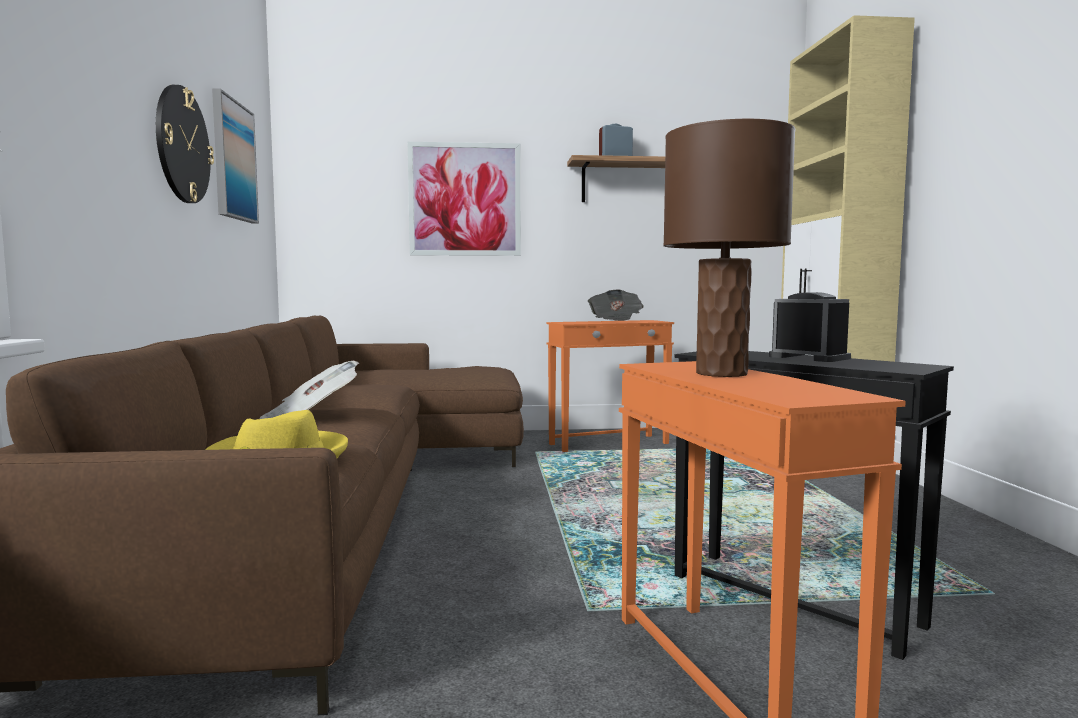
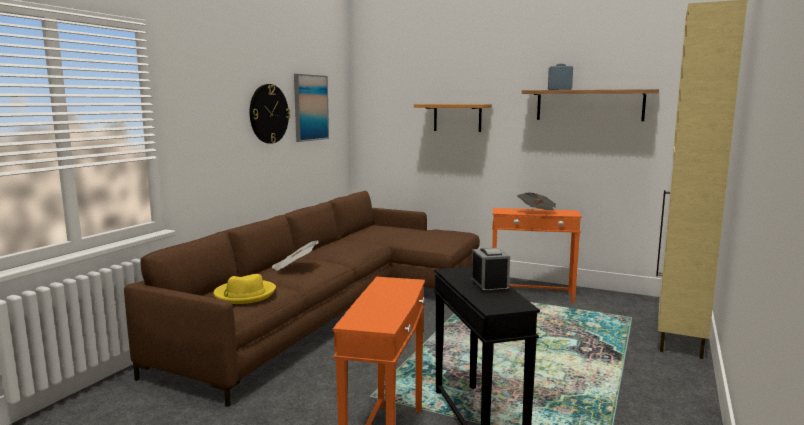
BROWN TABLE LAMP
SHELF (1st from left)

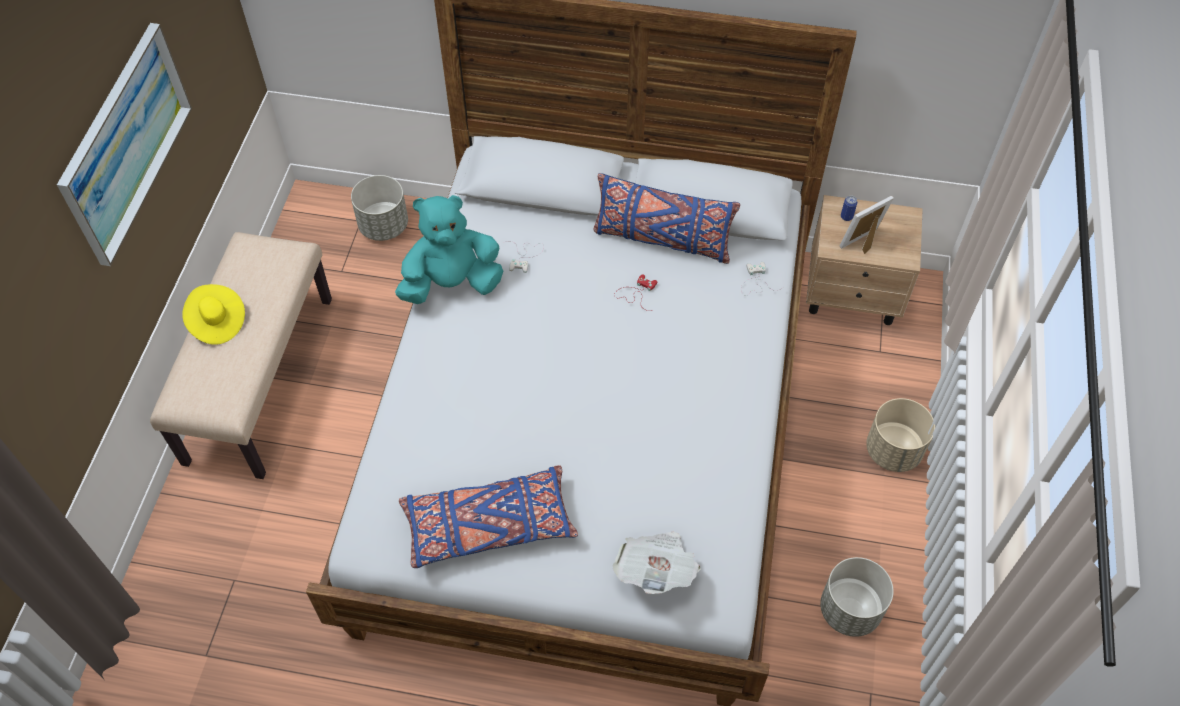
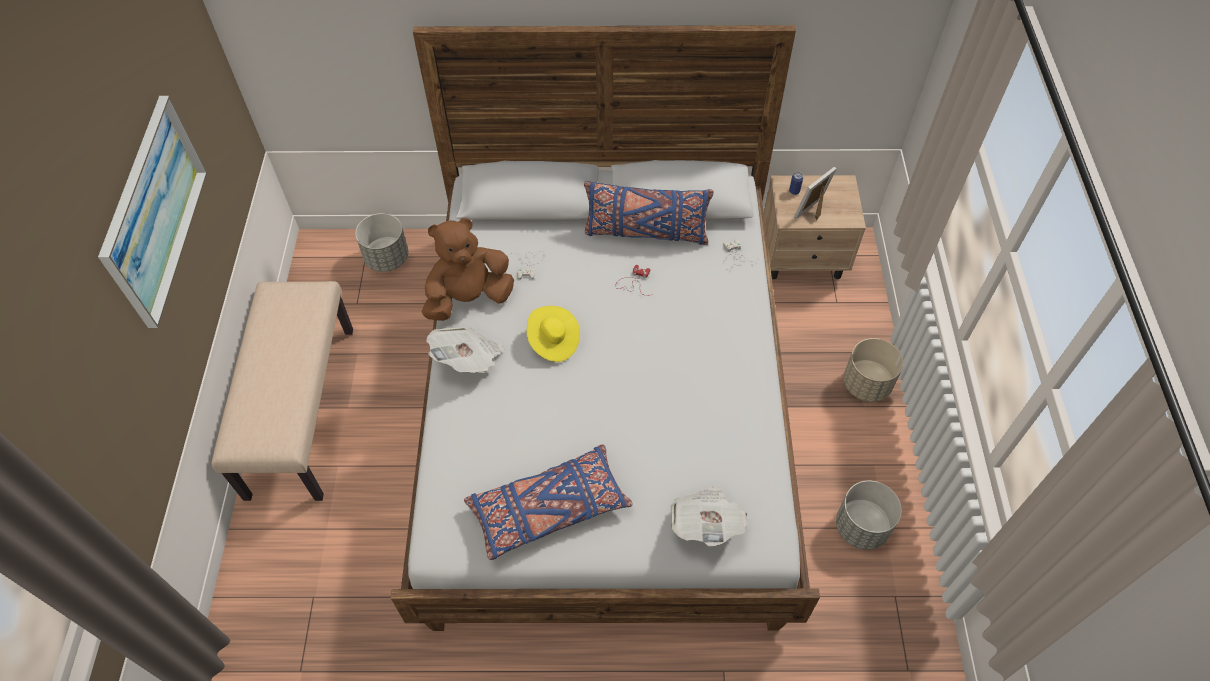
BROWN PLUSH TOY
YELLOW HAT
NEWSPAPER (1st from left)

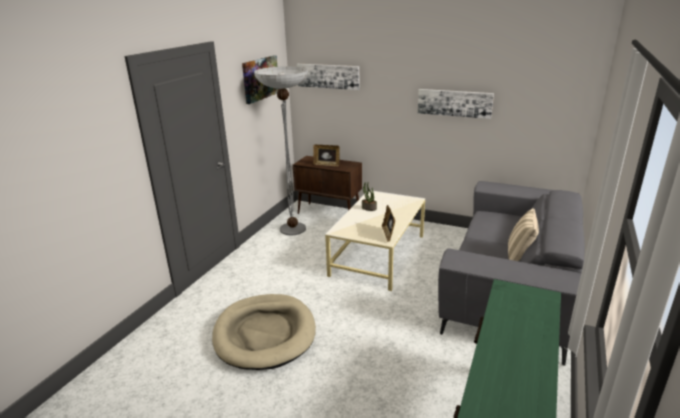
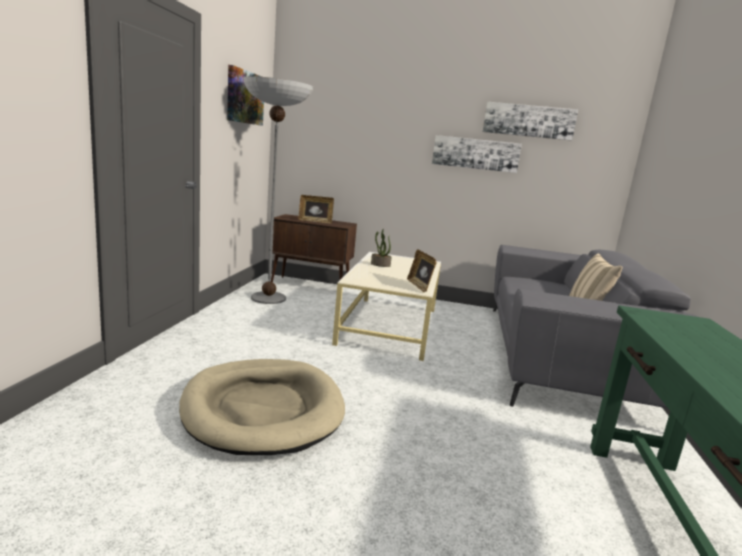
PICTURE (3rd from left)

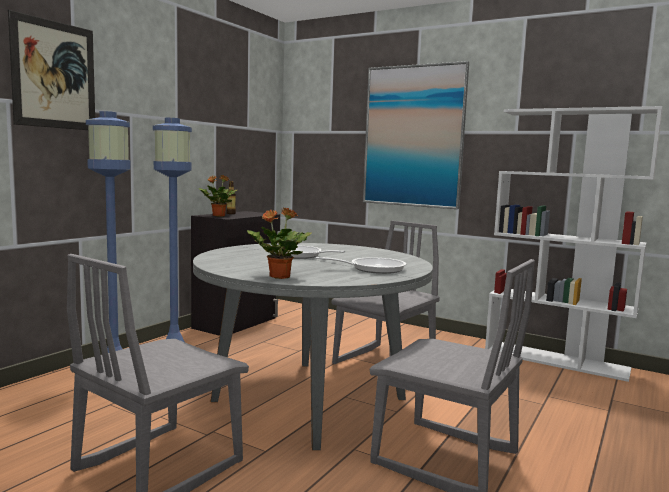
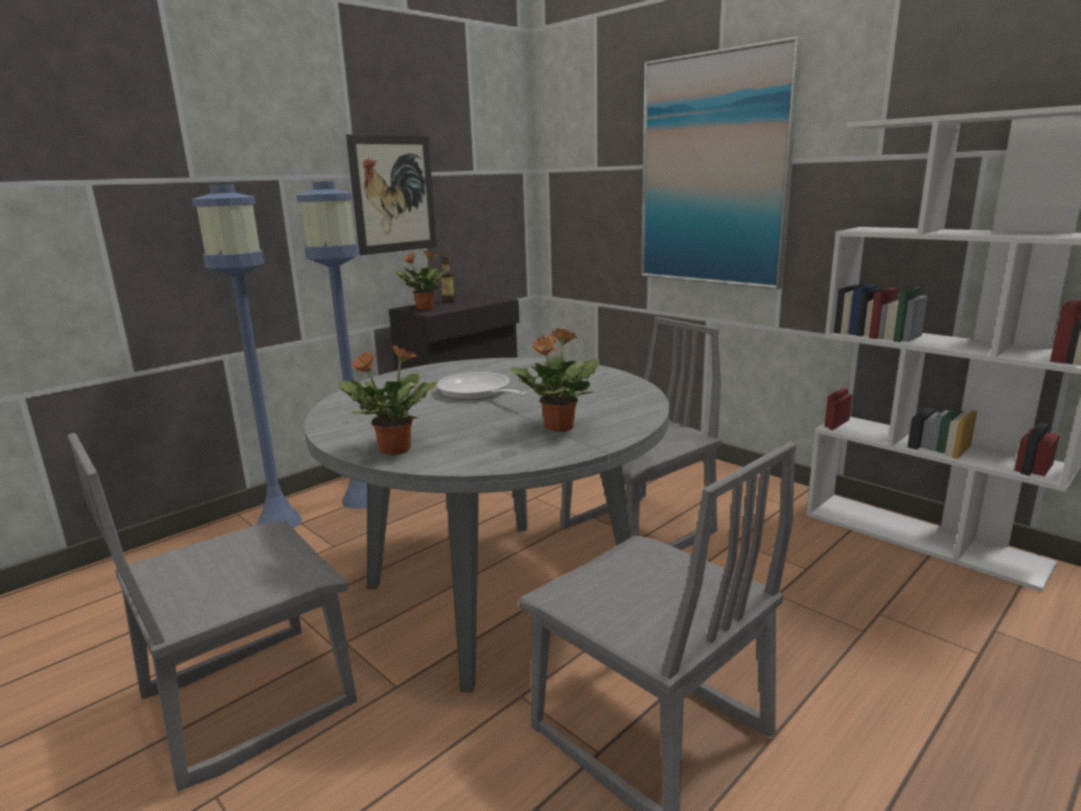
PICTURE (1st from left)
POTTED PLANT (3rd from left)

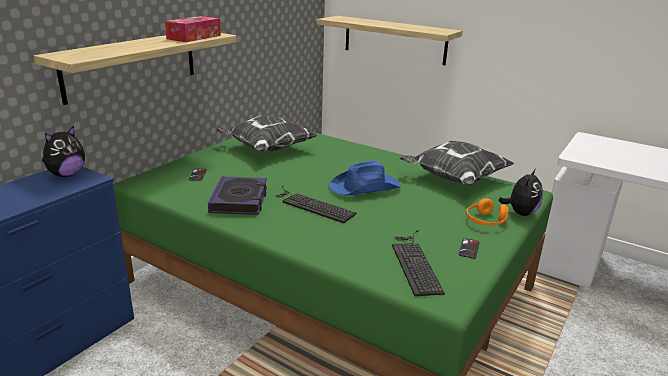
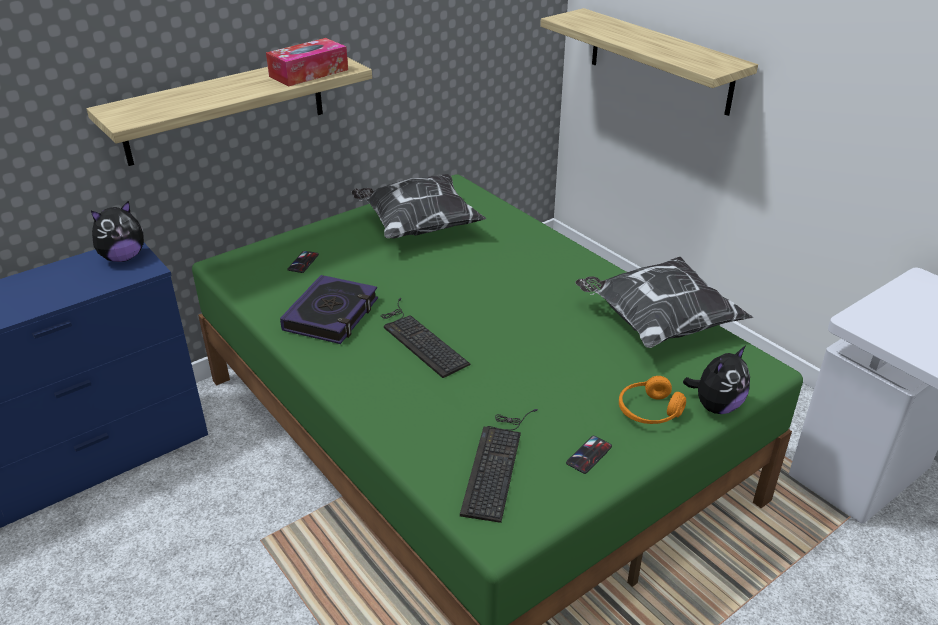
BLUE HAT

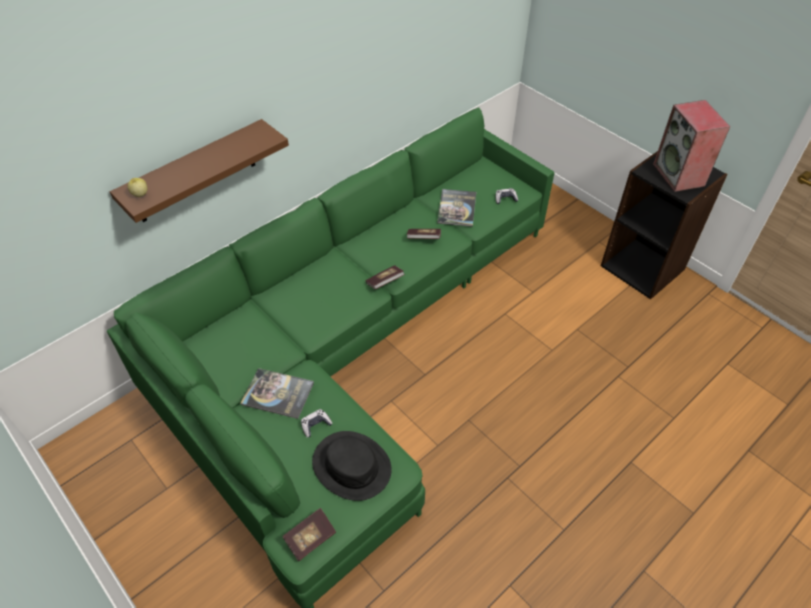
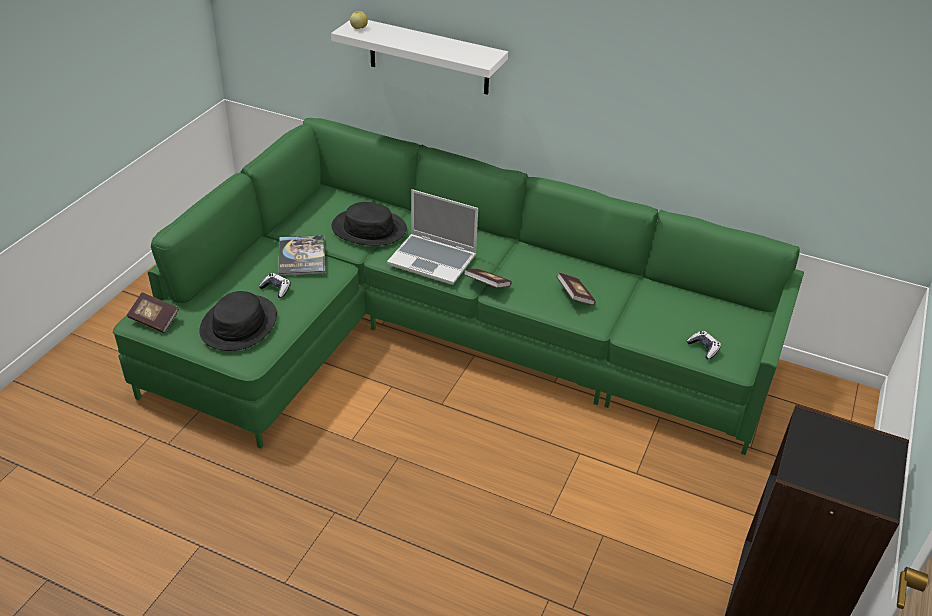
SPEAKER
WHITE SHELF
BOOK (5th from left in the first image)
LAPTOP
BLACK HAT (2nd from left)

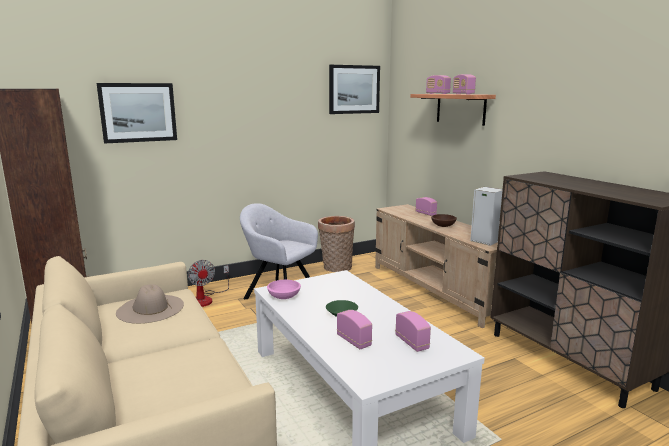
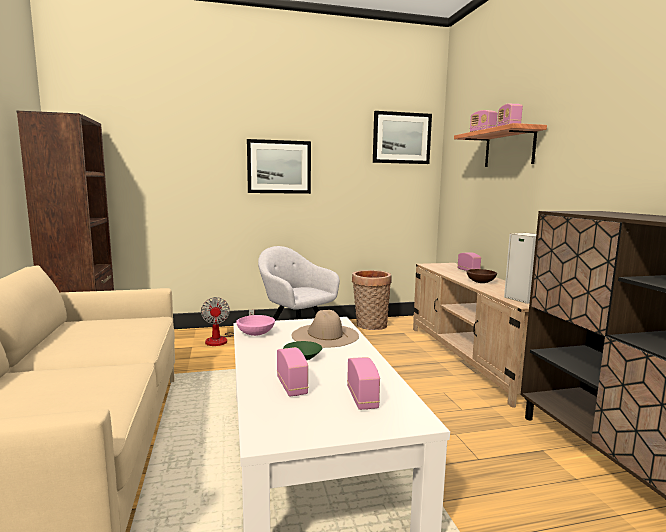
PICTURE (1st from left)
BEIGE HAT

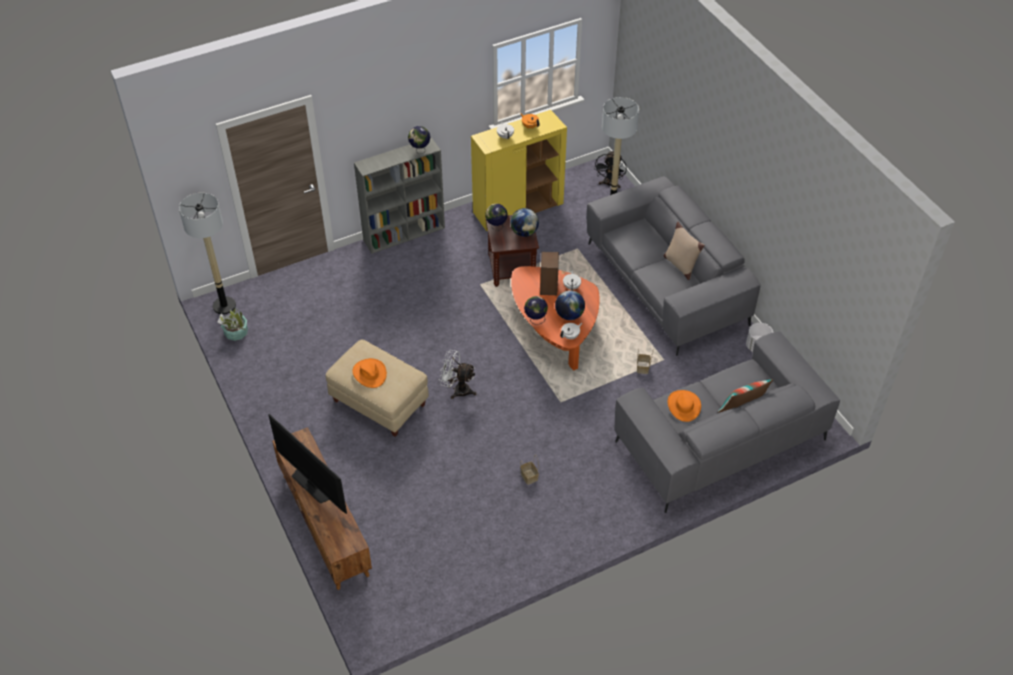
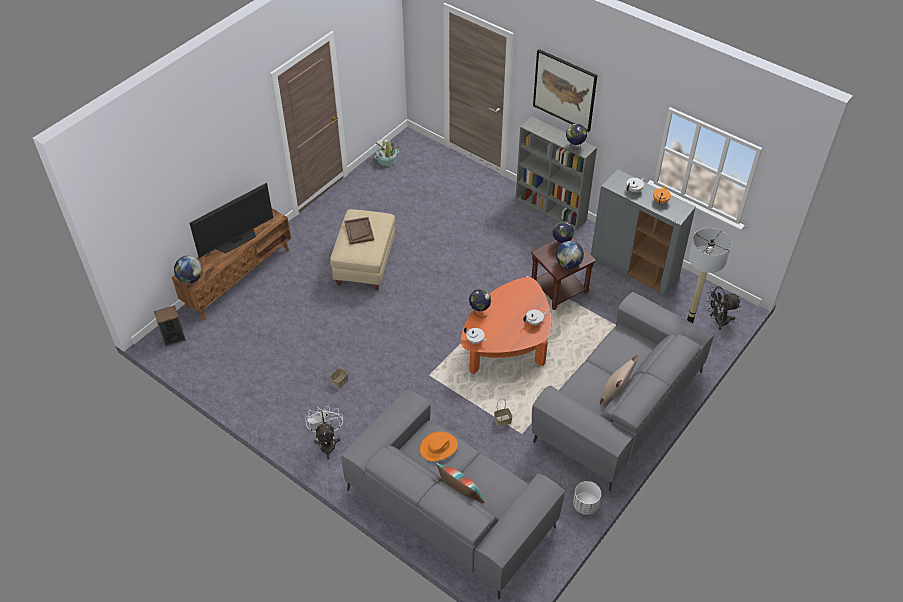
GREY CABINET
FLOOR LAMP (1st from left in the first image)
SPEAKER
GLOBE (1st from left)
WHITE FAN
BROWN TRAY
TELEVISION
PICTURE

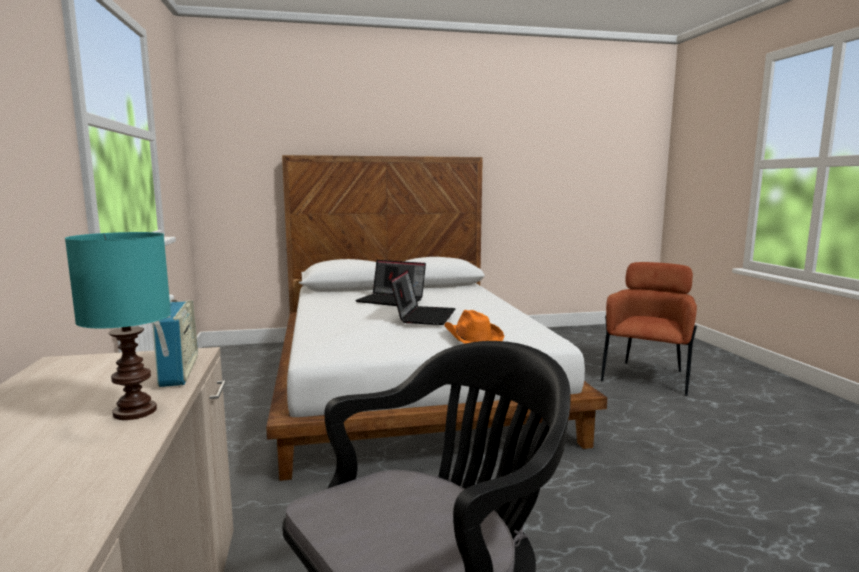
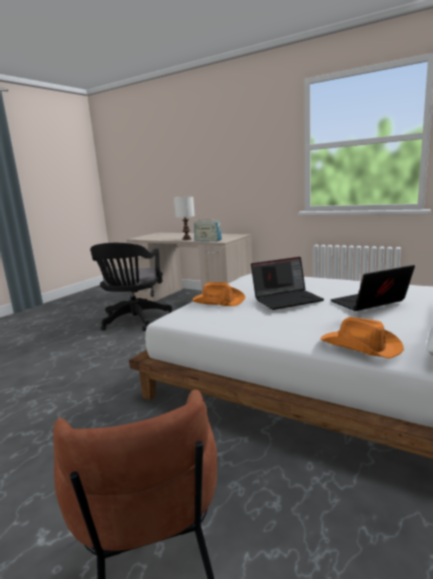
WHITE TABLE LAMP
LAPTOP (1st from left)
ORANGE HAT (2nd from left)

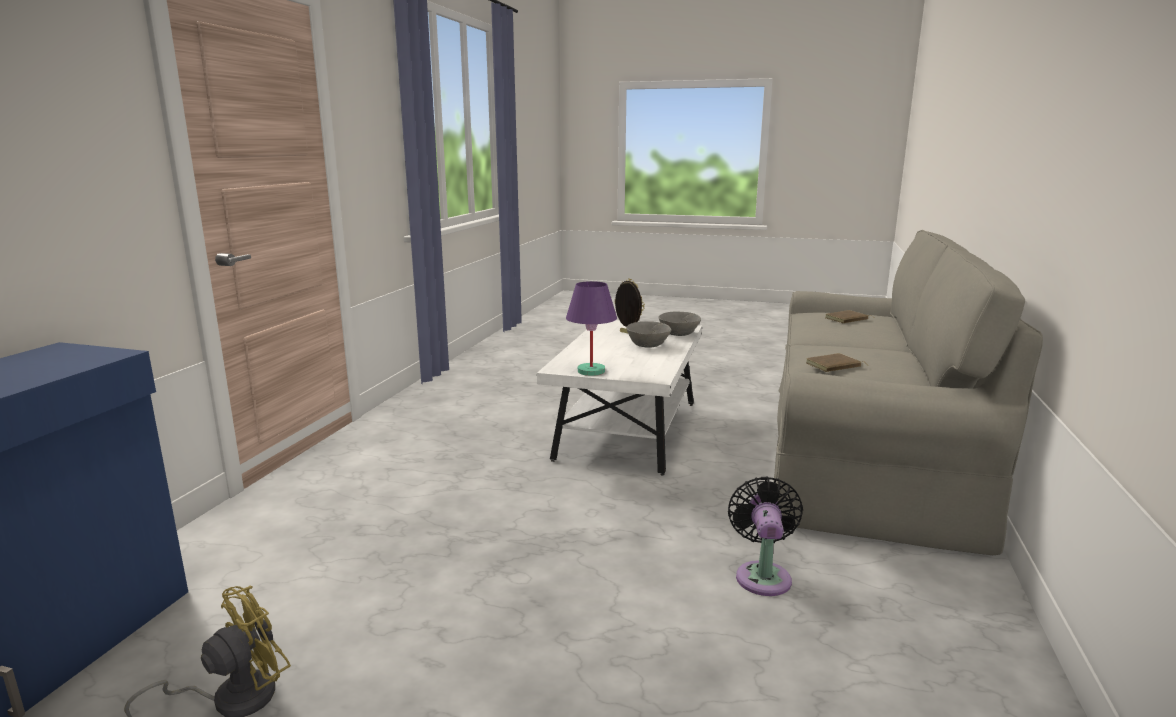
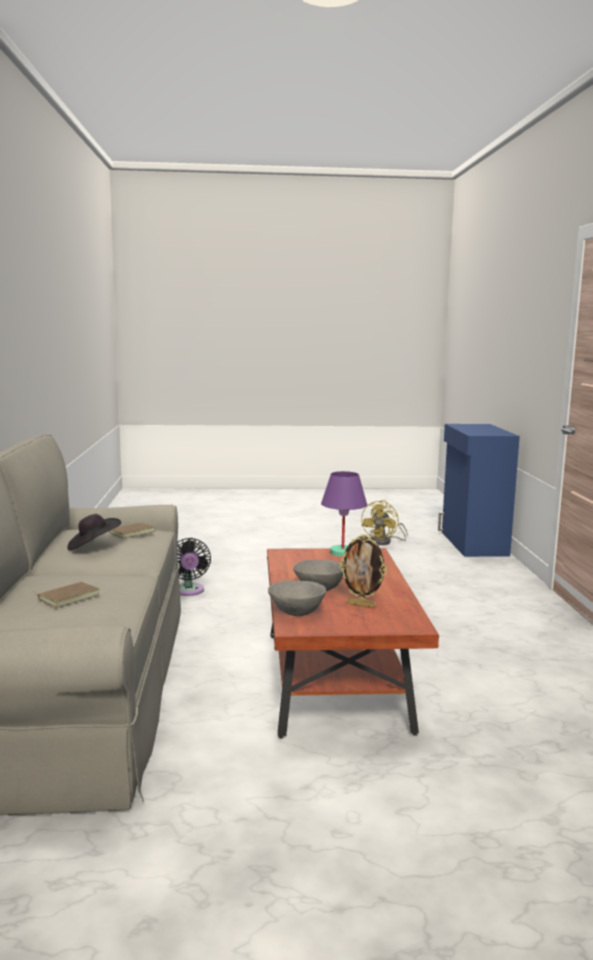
BROWN COFFEE TABLE
BLACK HAT

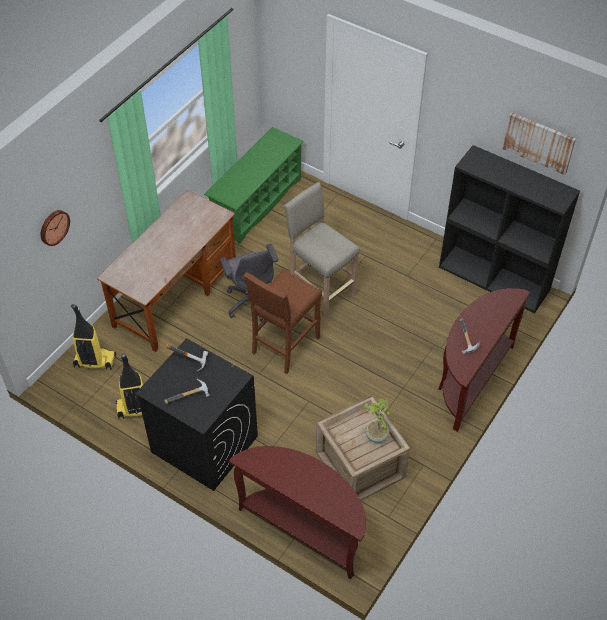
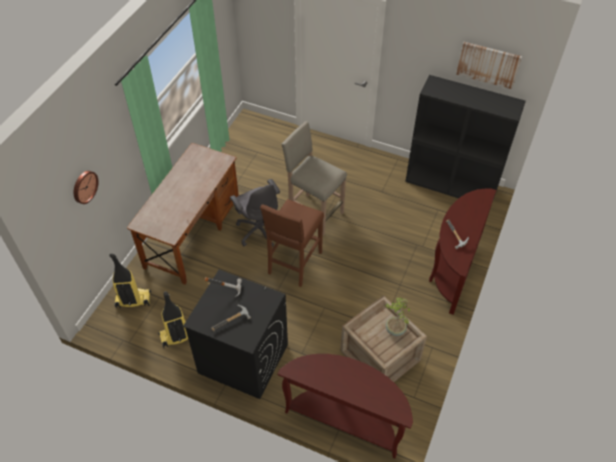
GREEN SHOE RACK

